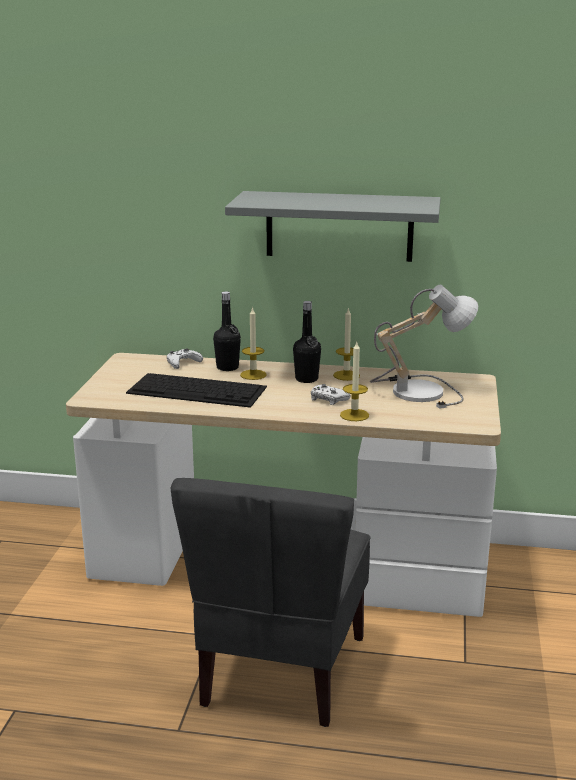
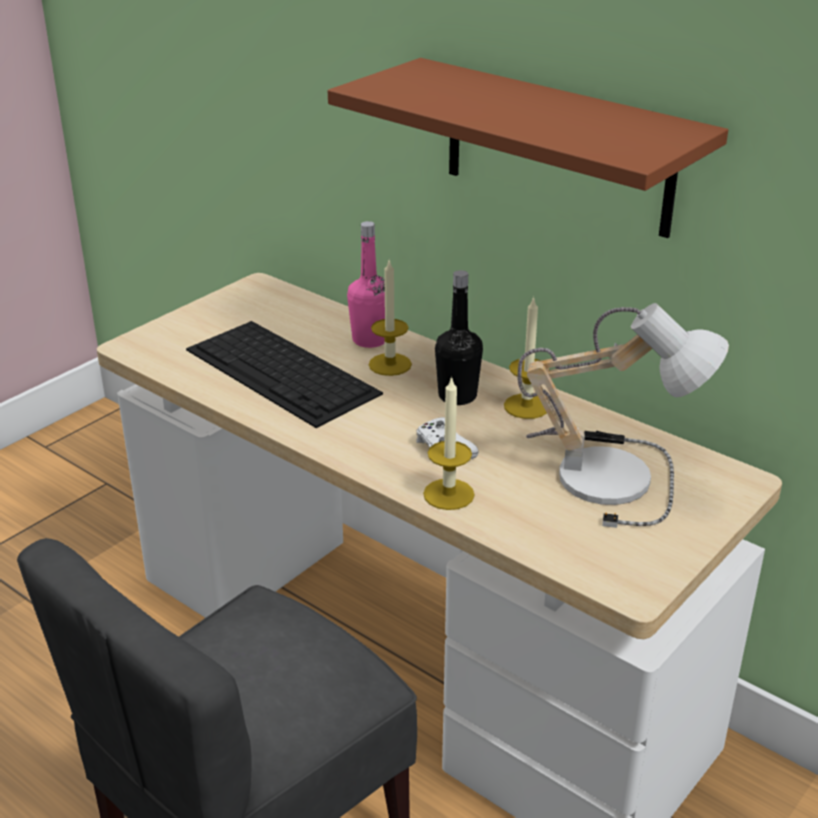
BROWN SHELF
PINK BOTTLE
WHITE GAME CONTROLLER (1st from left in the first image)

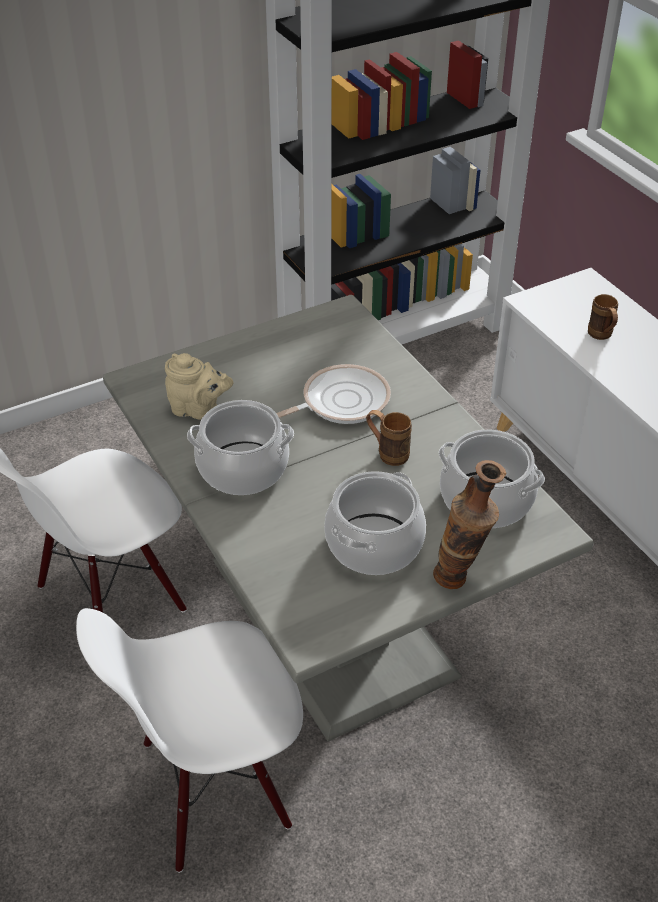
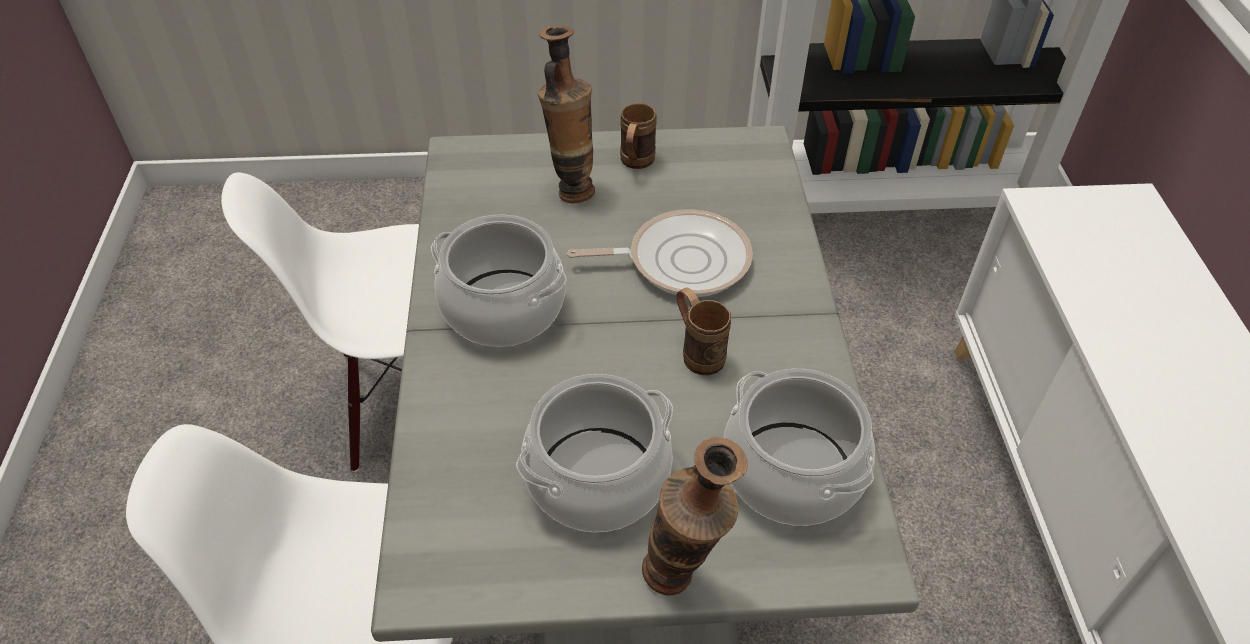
BROWN MUG (1st from left)
BEIGE TEAPOT
VASE (1st from left)

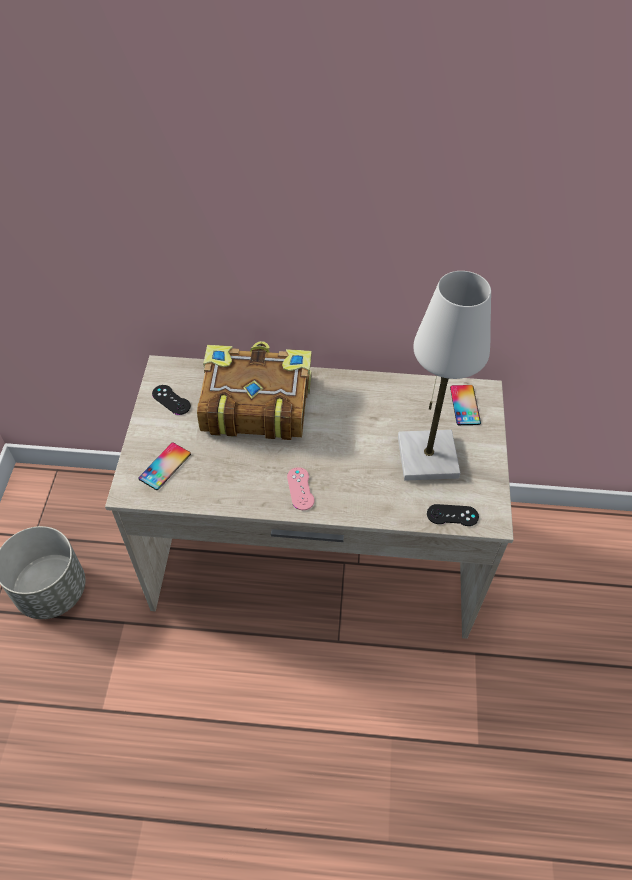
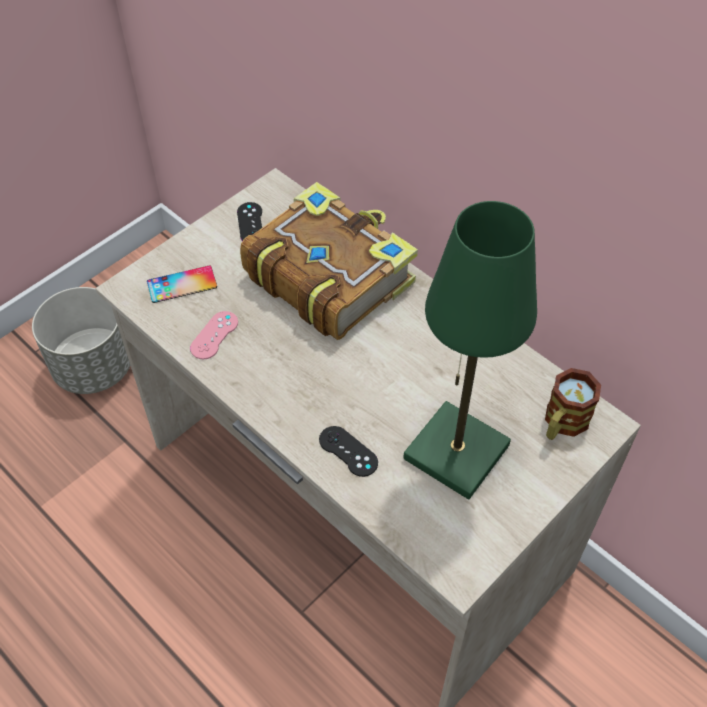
GREEN TABLE LAMP
MUG
PINK GAME CONTROLLER
BLACK GAME CONTROLLER (2nd from left)

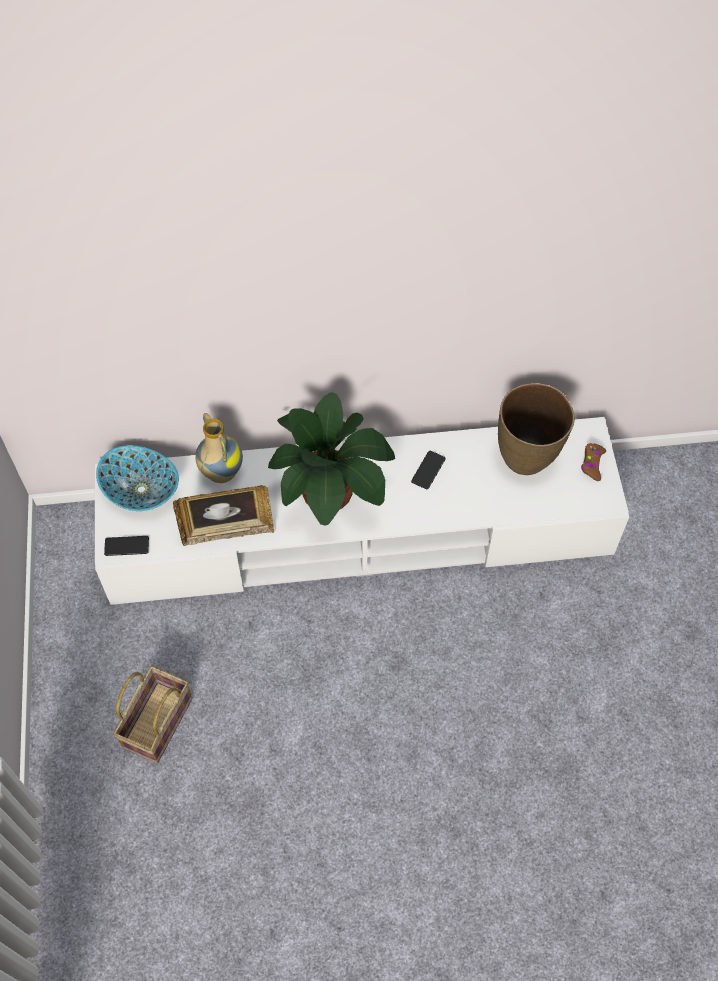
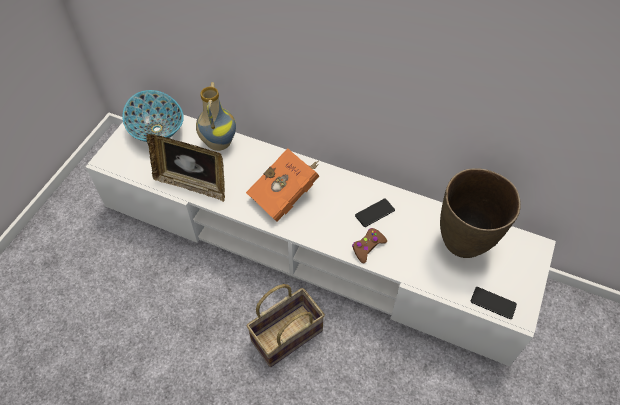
ORANGE BOOK
BROWN GAME CONTROLLER
PHONE (2nd from left)
BASKET

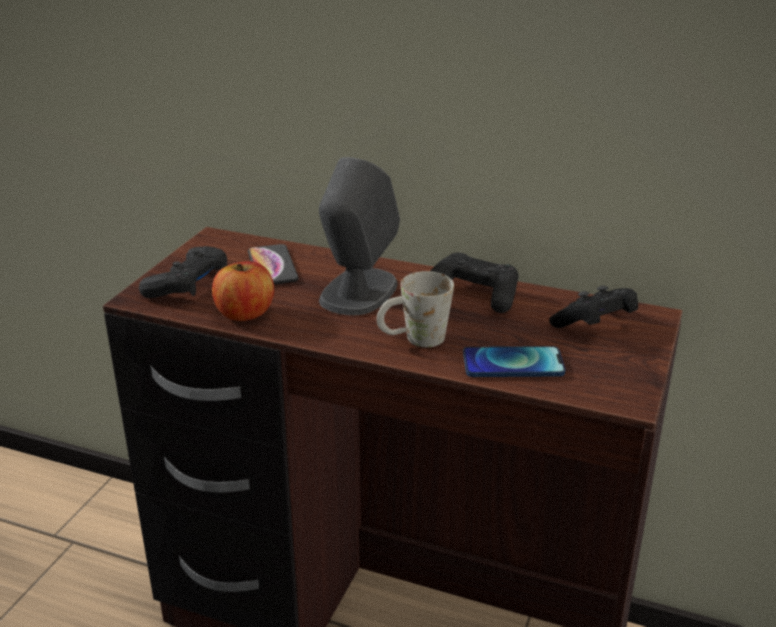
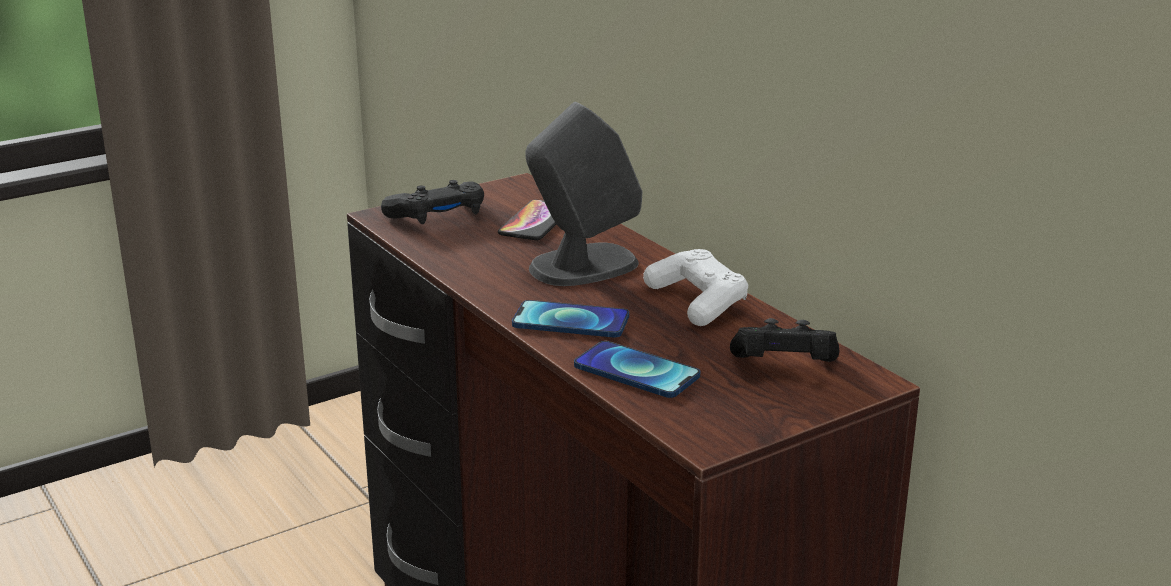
WHITE GAME CONTROLLER
APPLE
PHONE (2nd from left)

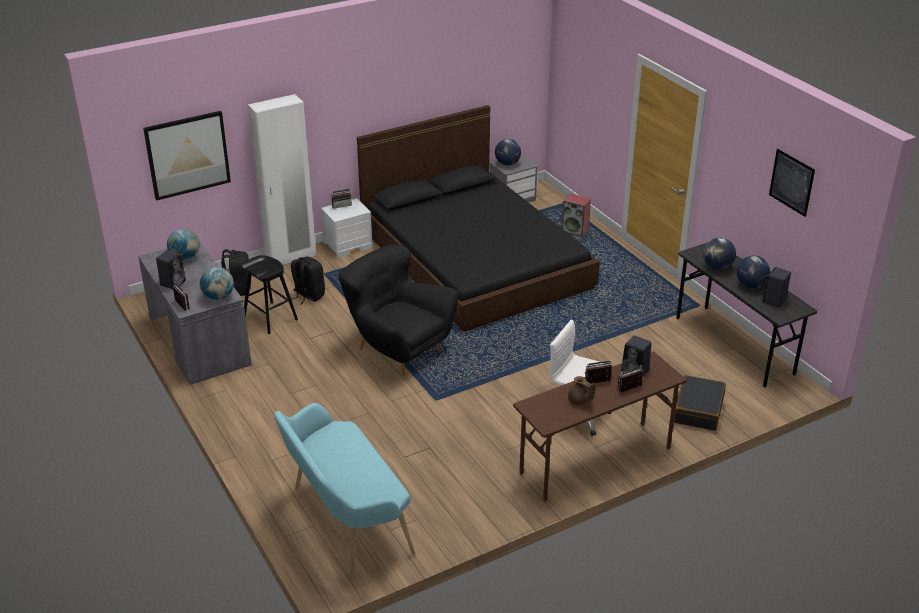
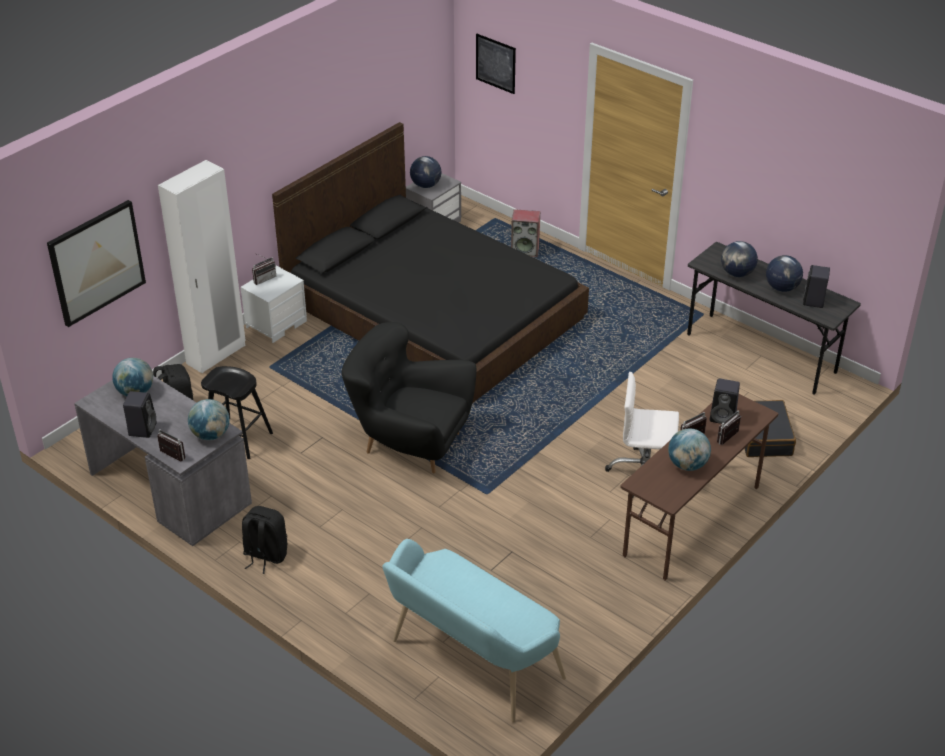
PICTURE (2nd from left)
BLACK BACKPACK (2nd from left)
GLOBE (4th from left)

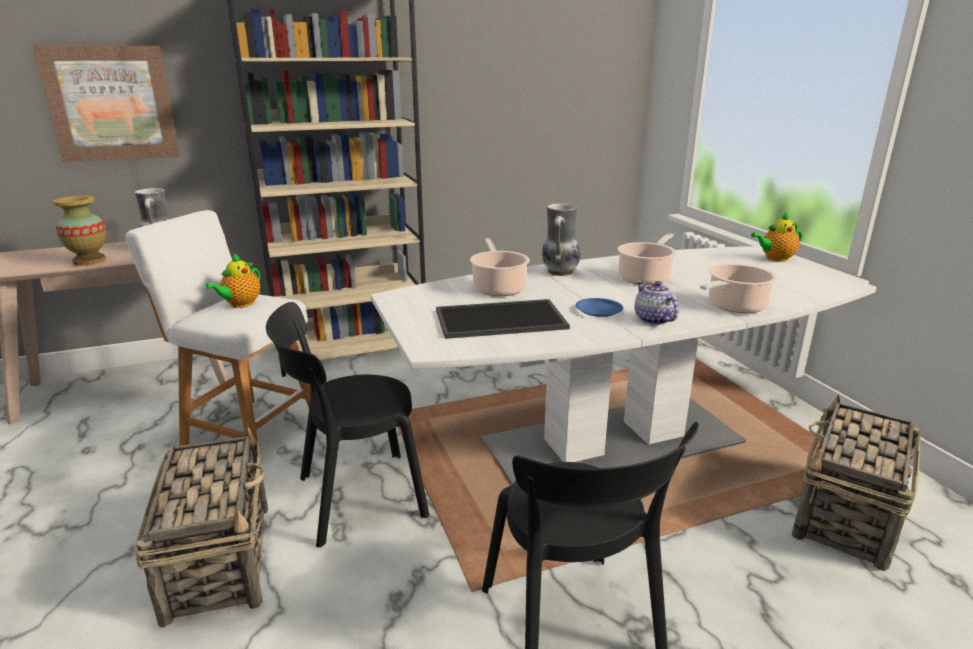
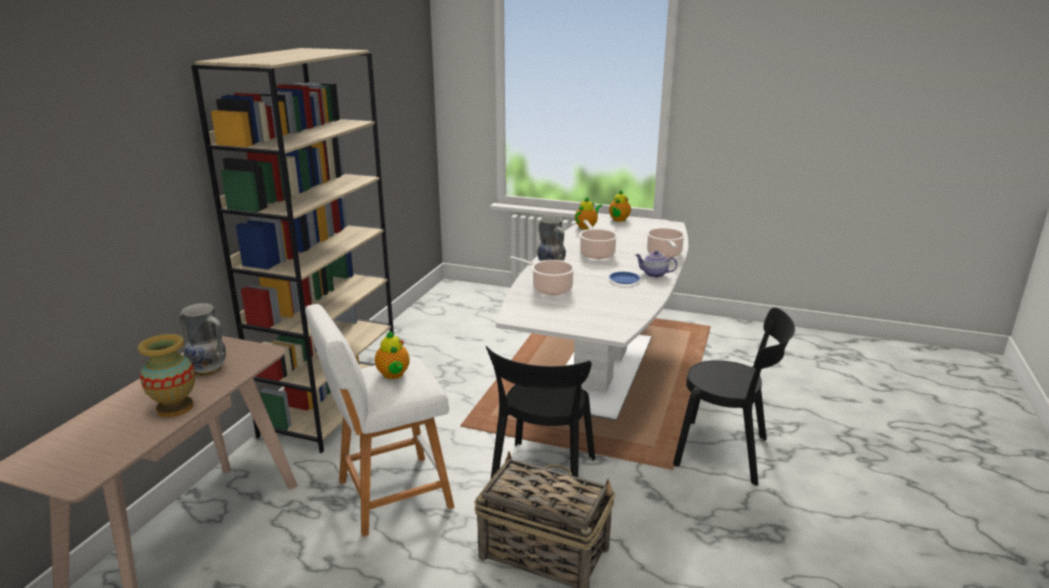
PICTURE
TRAY
BASKET (2nd from left in the first image)
TEAPOT (2nd from left)

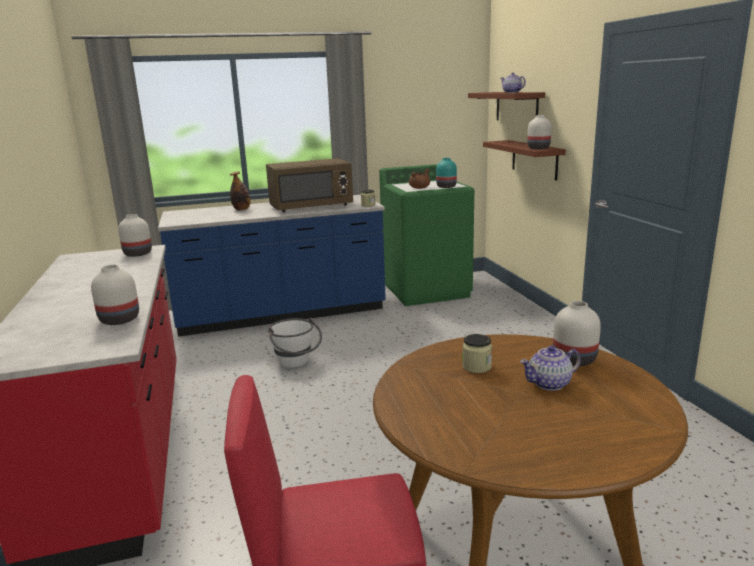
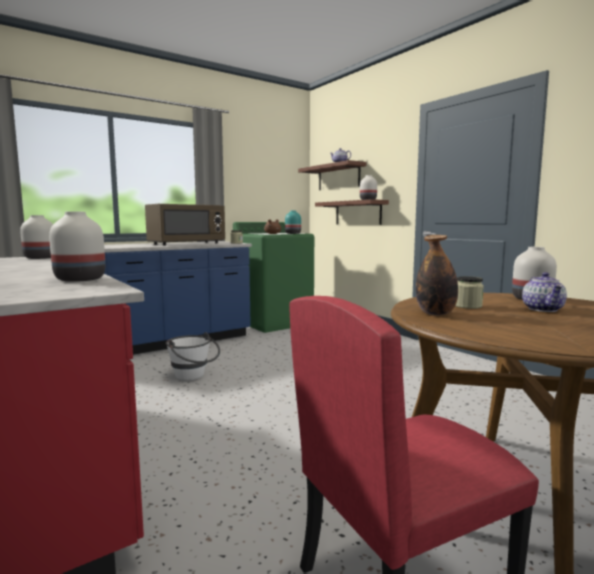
BOTTLE
TEAPOT (2nd from left)

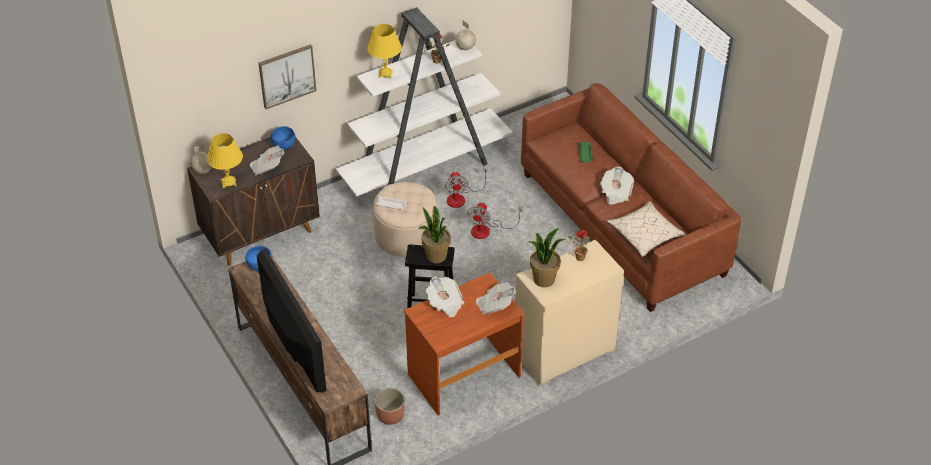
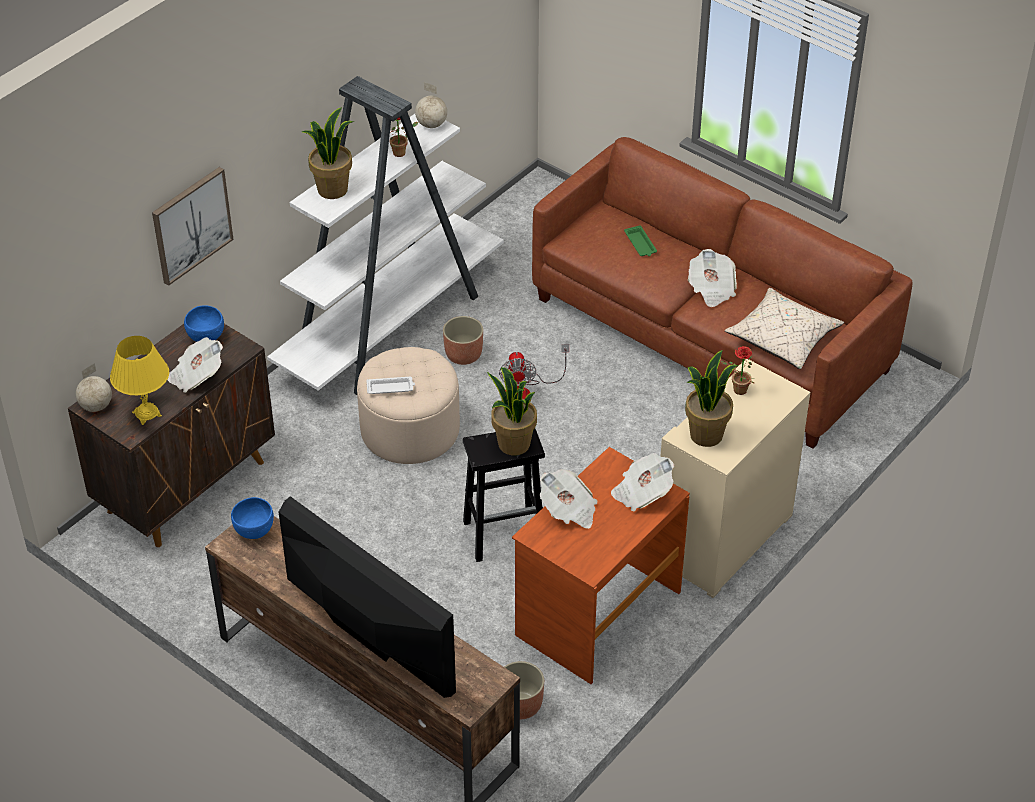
POTTED PLANT (1st from left)
PLANTER (1st from left)

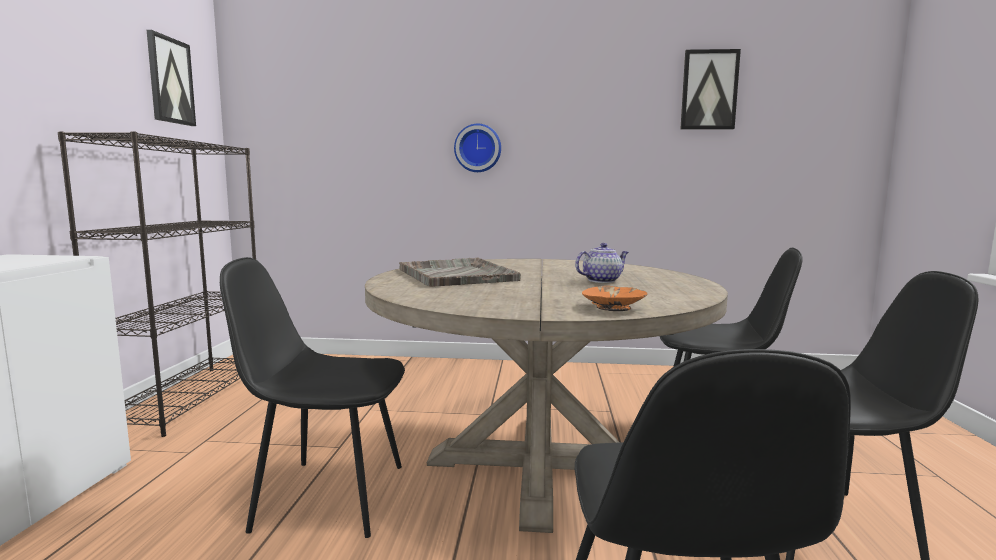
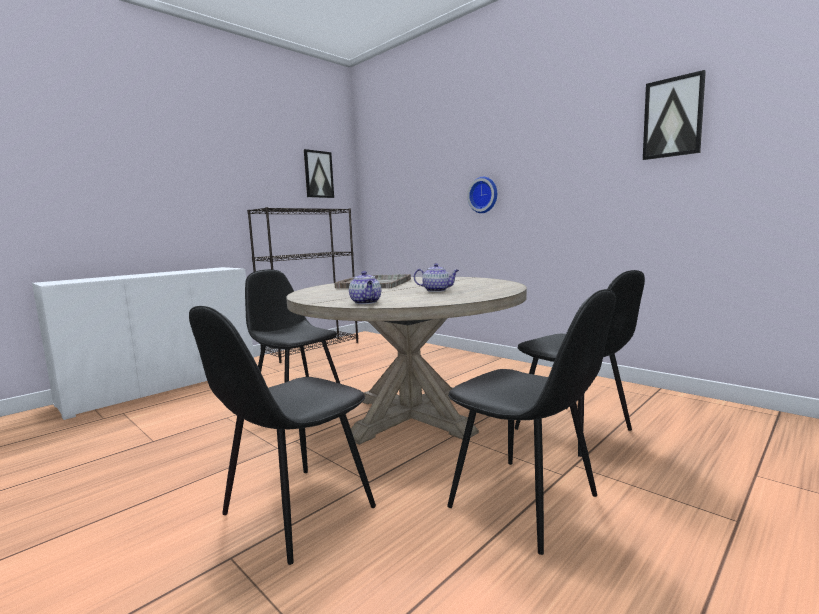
TEAPOT (1st from left)

